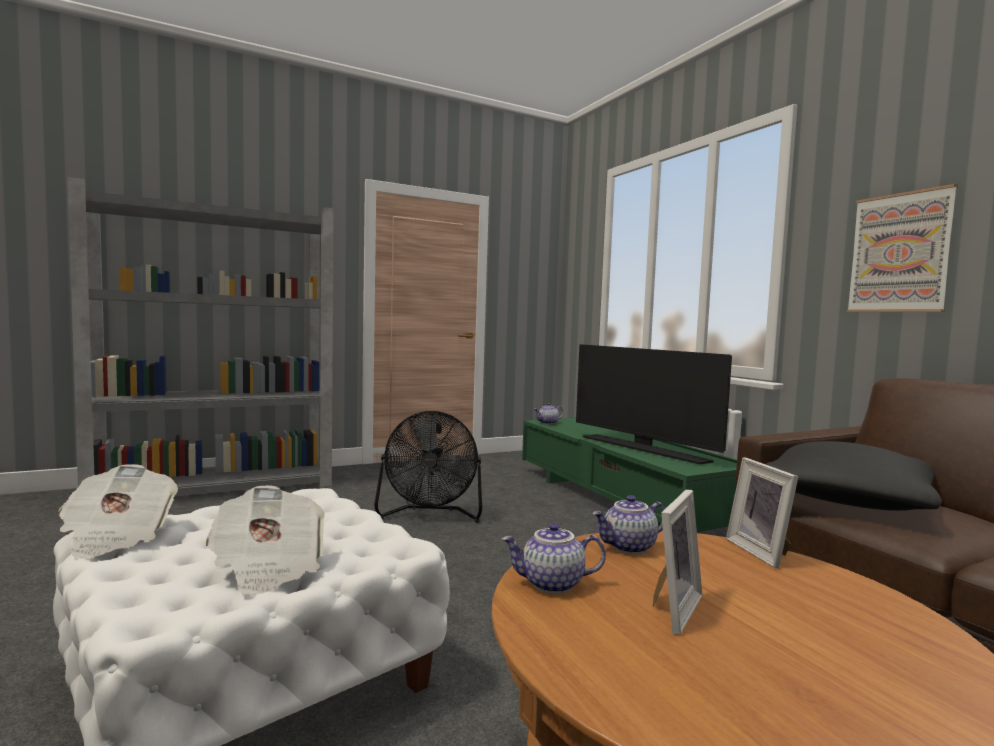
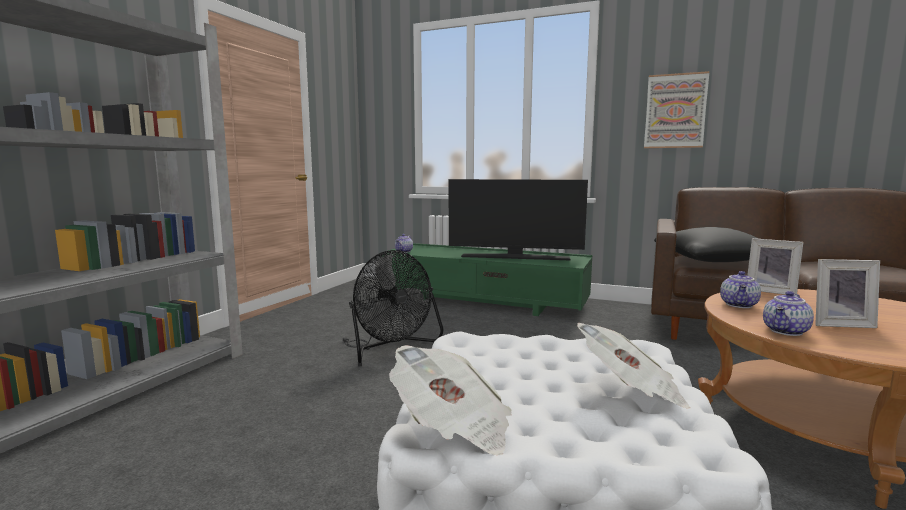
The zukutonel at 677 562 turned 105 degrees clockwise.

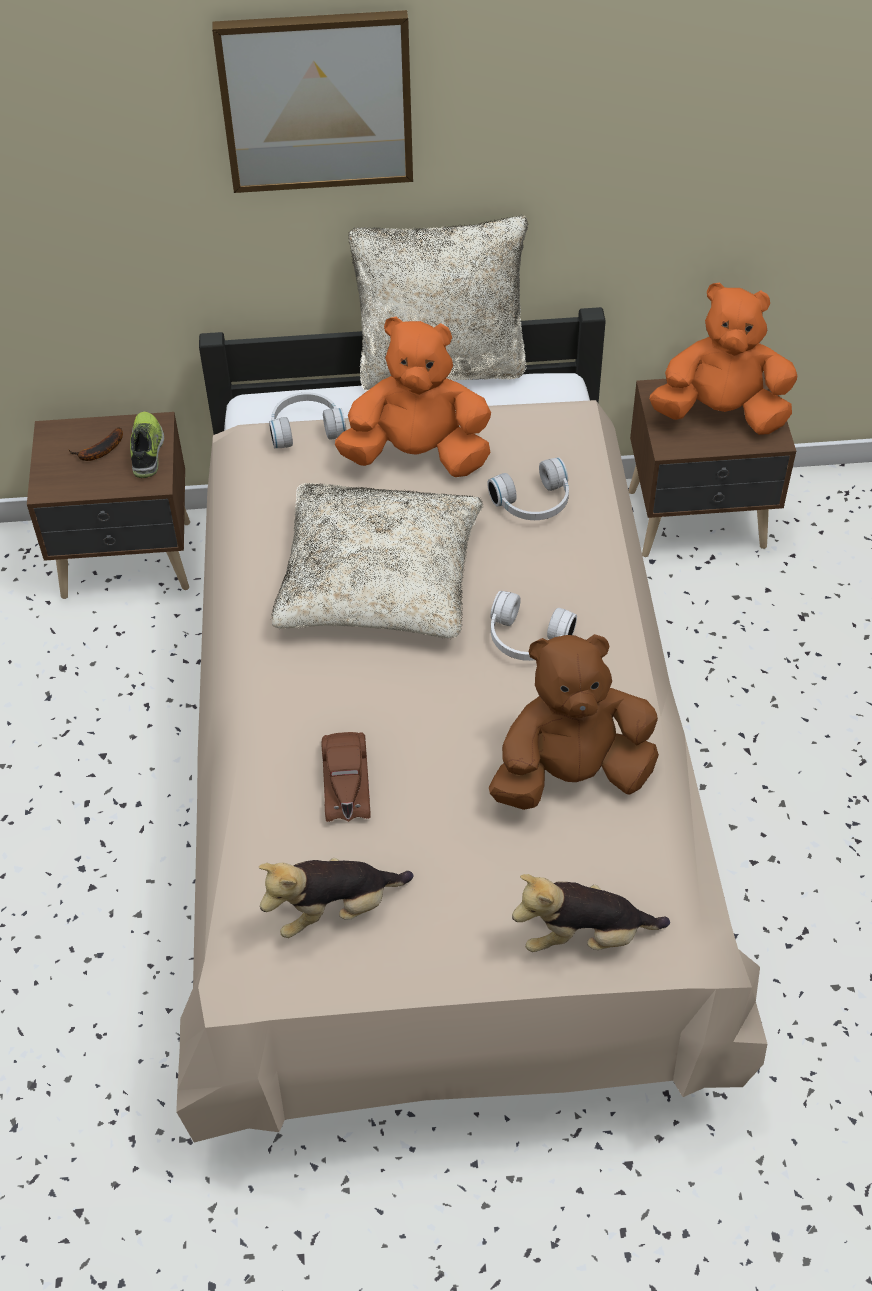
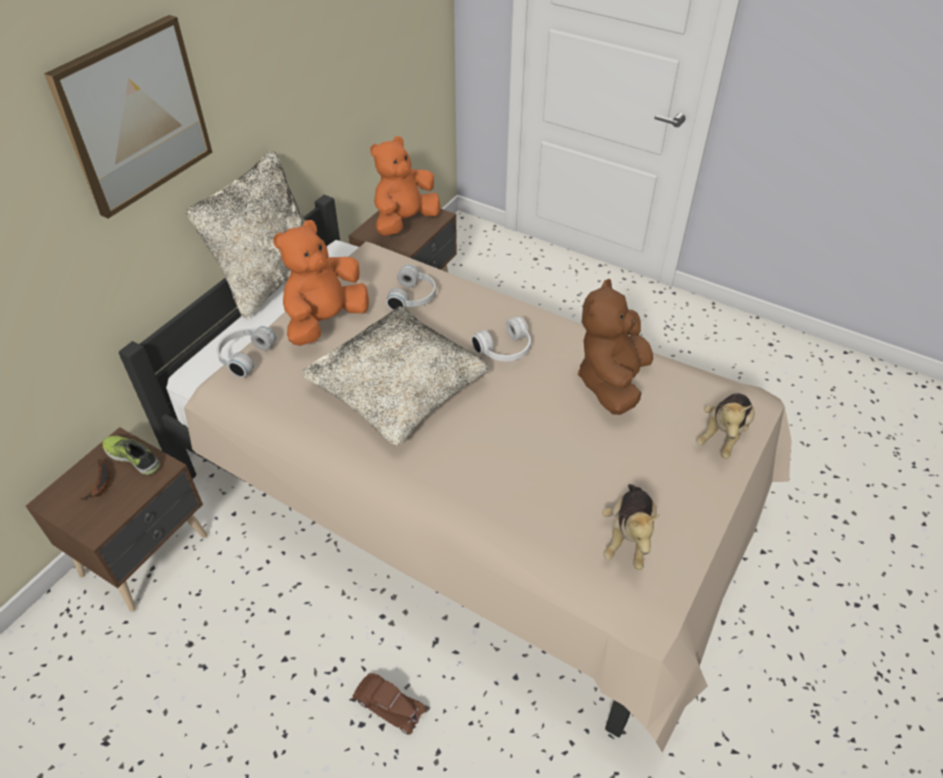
The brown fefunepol moved from 346 777 to 390 704.

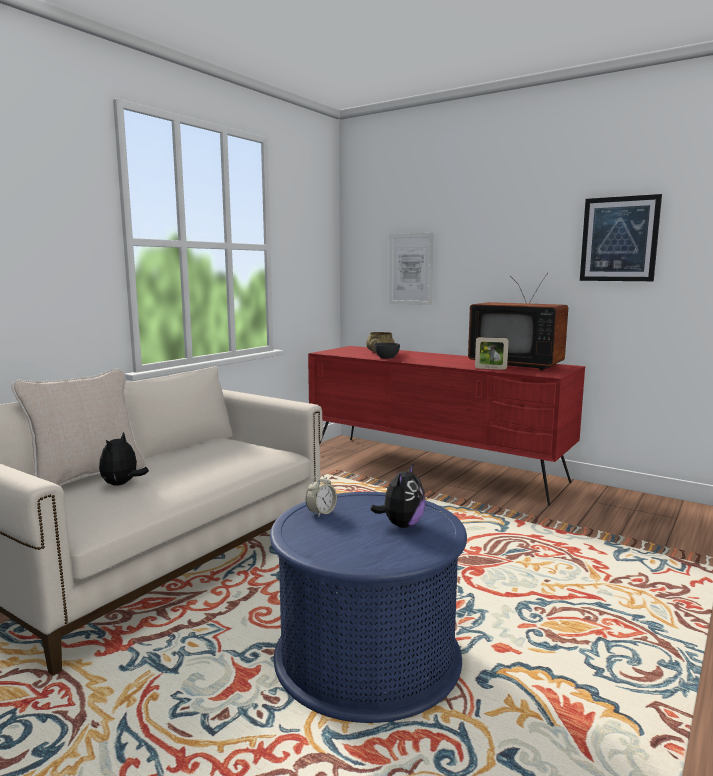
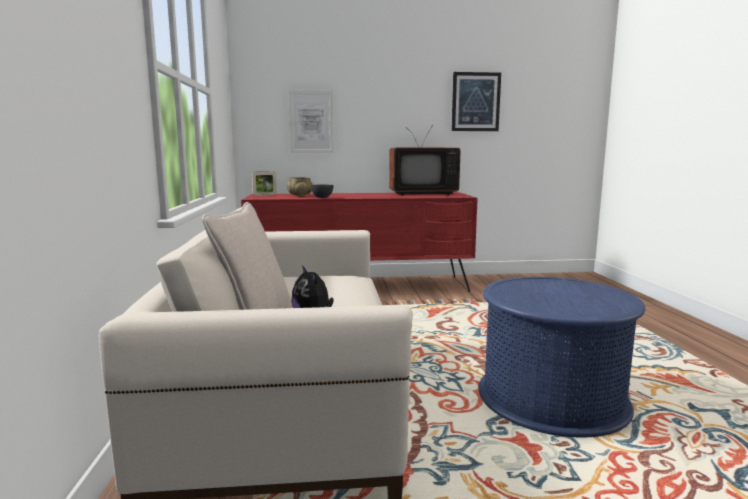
The zukutonel moved from 492 353 to 264 184. The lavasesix at 398 495 disappeared. The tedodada at 321 496 disappeared.

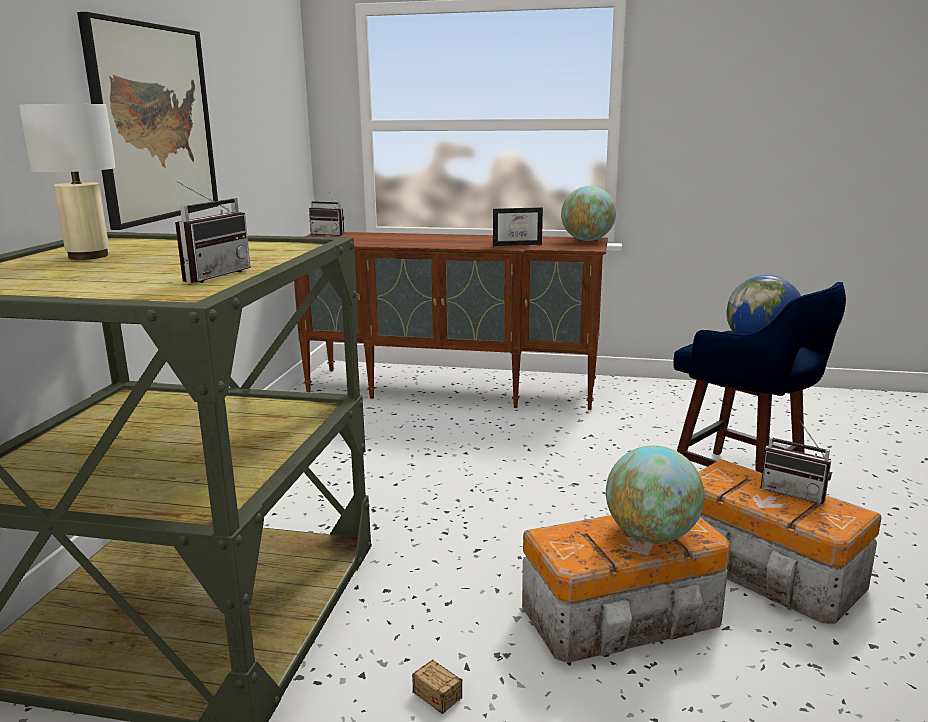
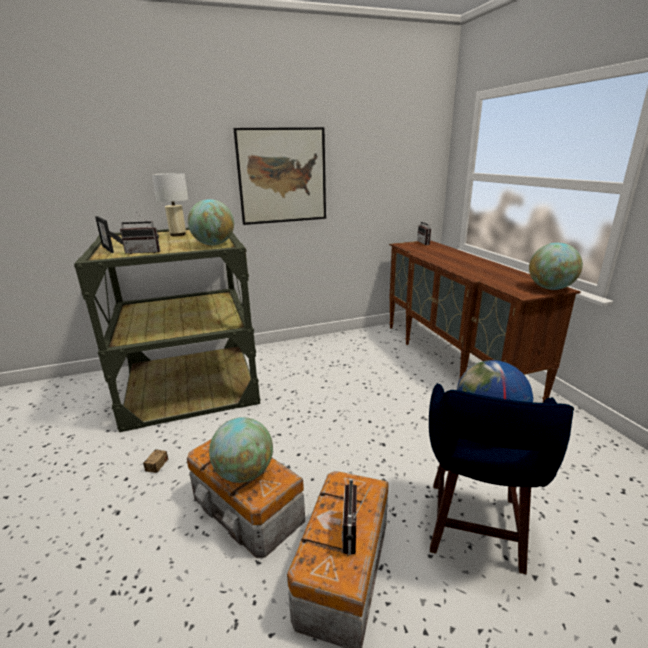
The zukutonel moved from 518 226 to 109 234. The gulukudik at 211 222 appeared.

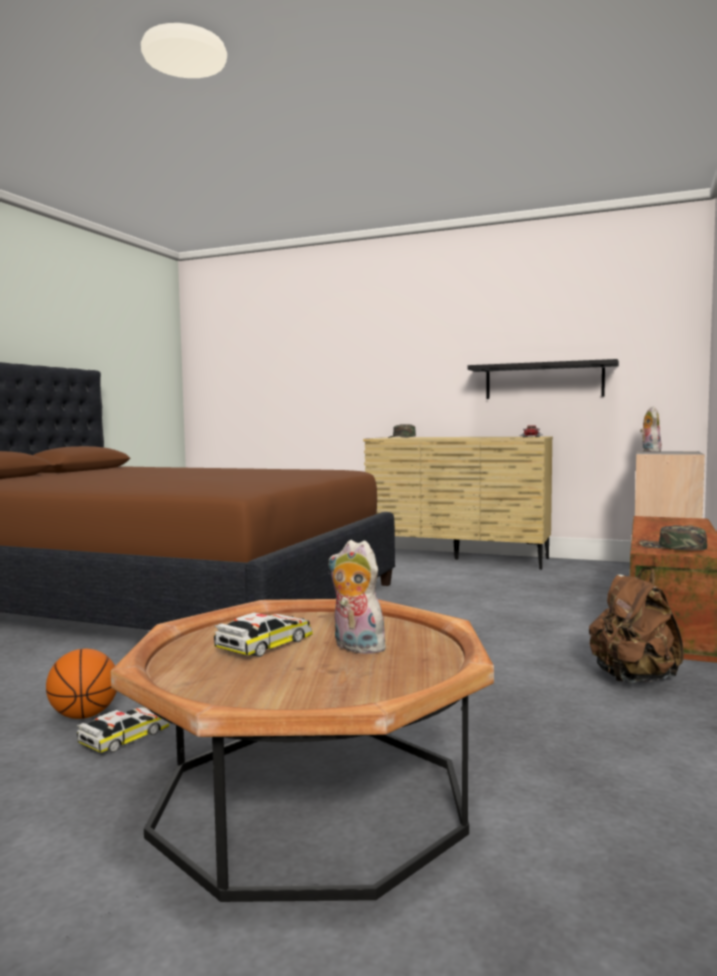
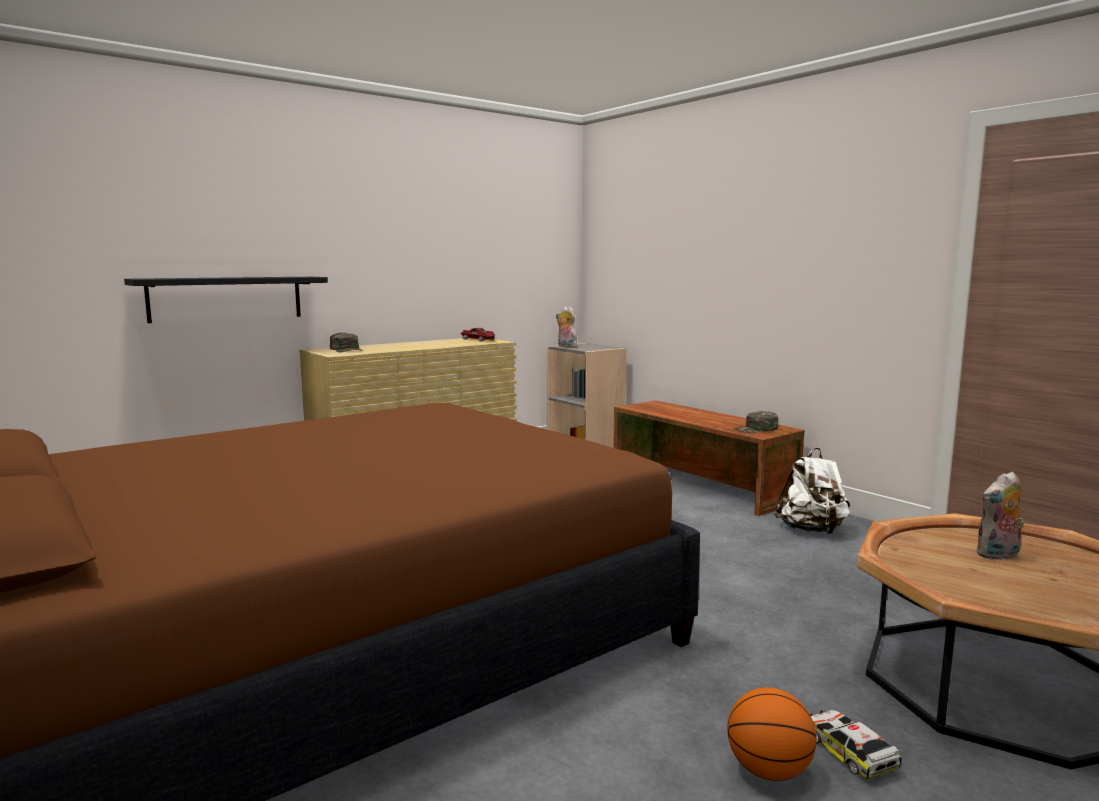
The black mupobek moved from 543 379 to 226 300. The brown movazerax at 636 625 became the white movazerax at 812 491. The fefunepol at 263 635 disappeared.

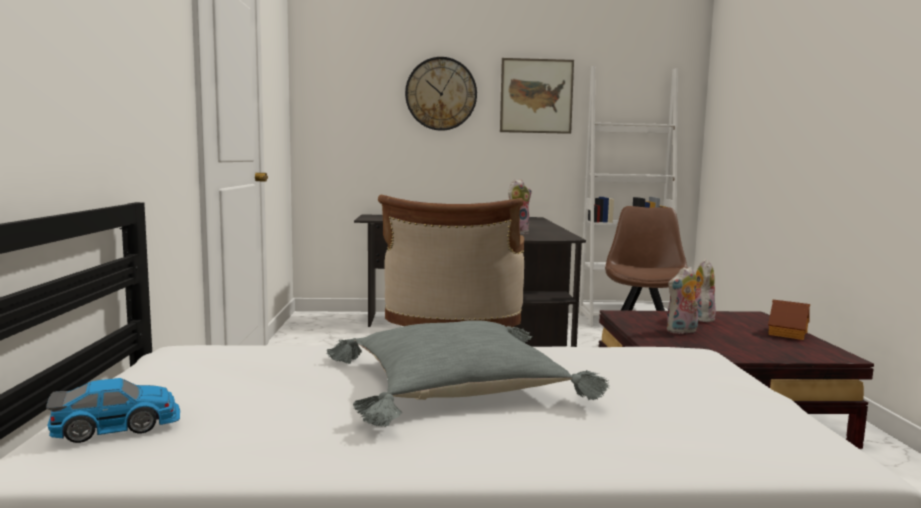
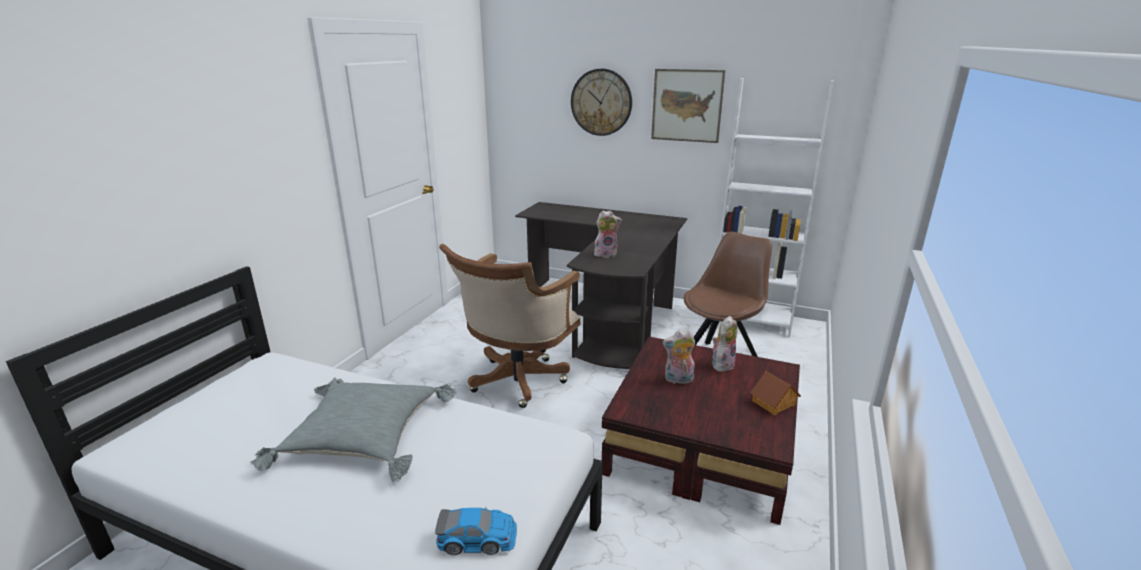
The fefunepol moved from 113 410 to 476 530.

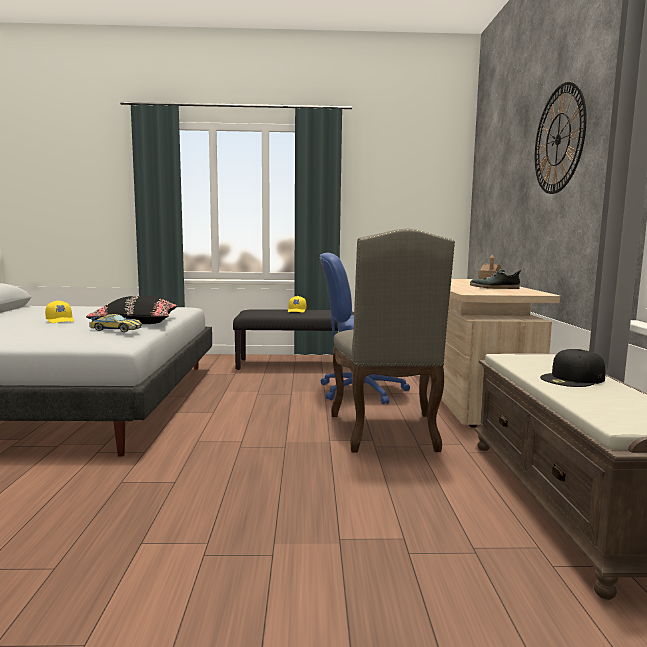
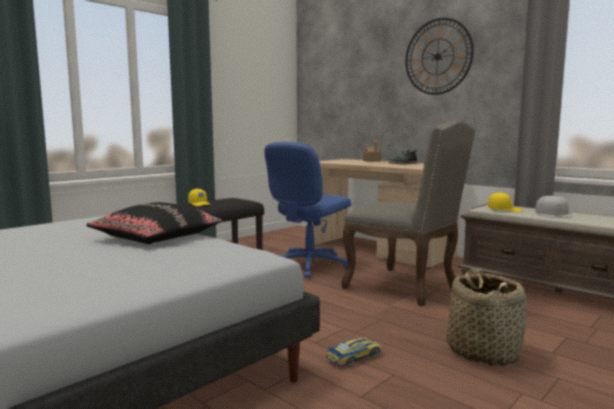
The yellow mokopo moved from 59 311 to 505 202. The fefunepol moved from 115 323 to 354 351. The black mokopo at 572 368 became the white mokopo at 553 206. The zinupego at 486 317 appeared.

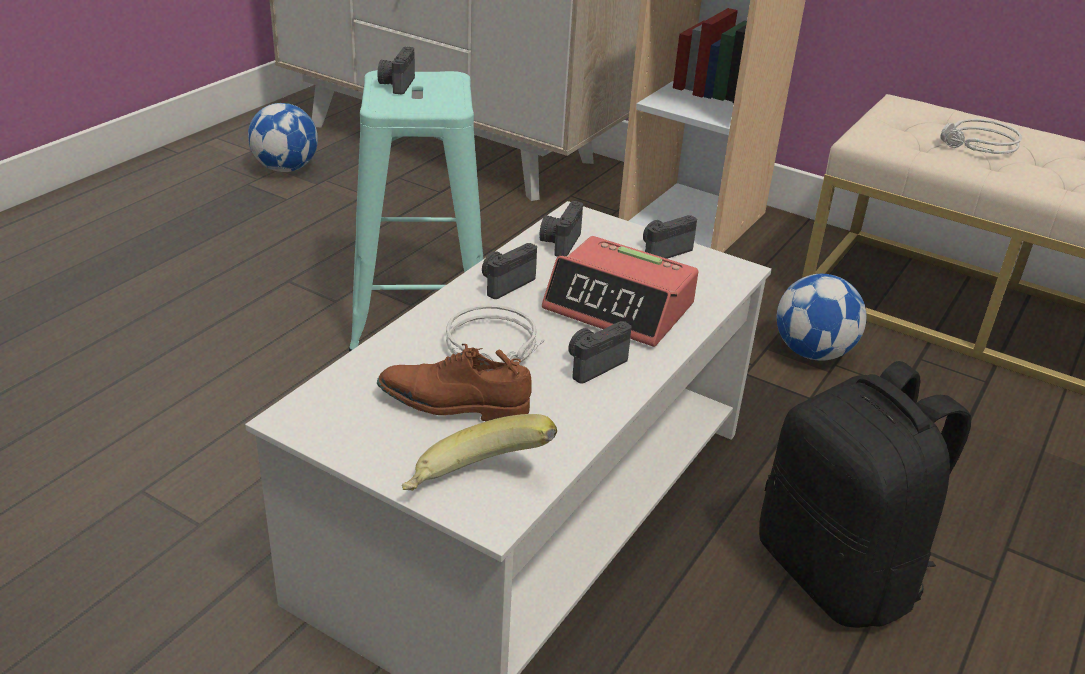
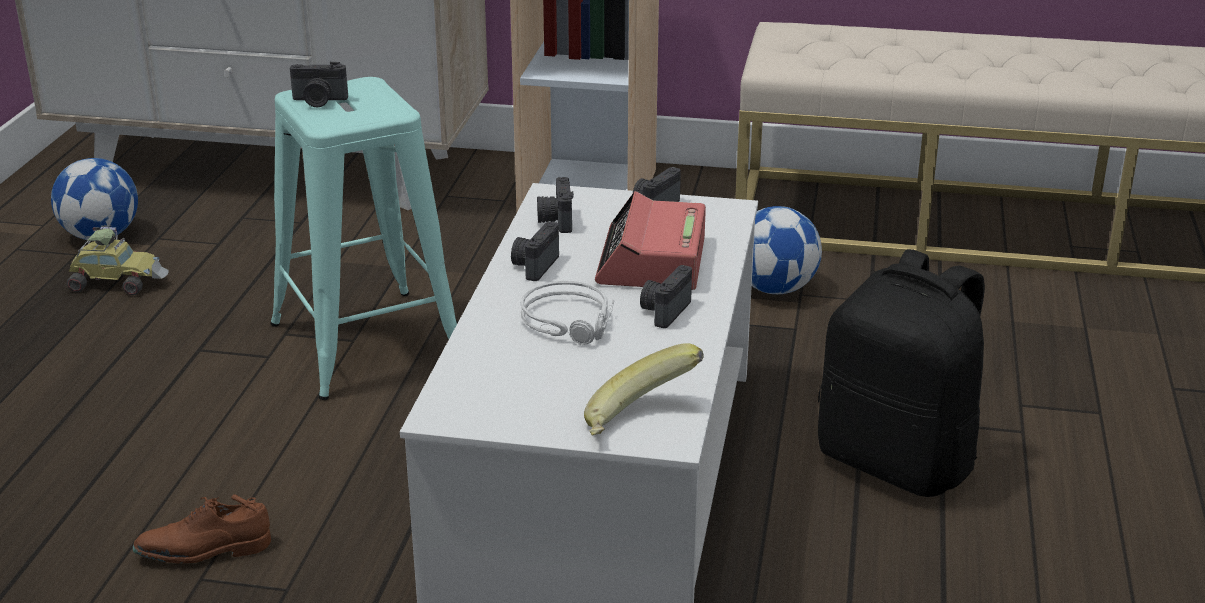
The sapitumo at 396 70 turned 75 degrees counterclockwise. The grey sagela at 981 136 disappeared. The tedodada at 620 291 turned 90 degrees clockwise. The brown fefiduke moved from 454 382 to 202 528. The fefunepol at 118 260 appeared.

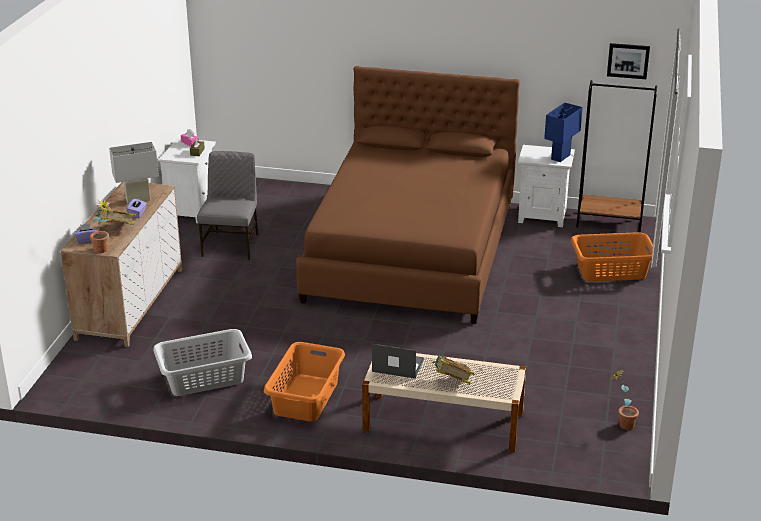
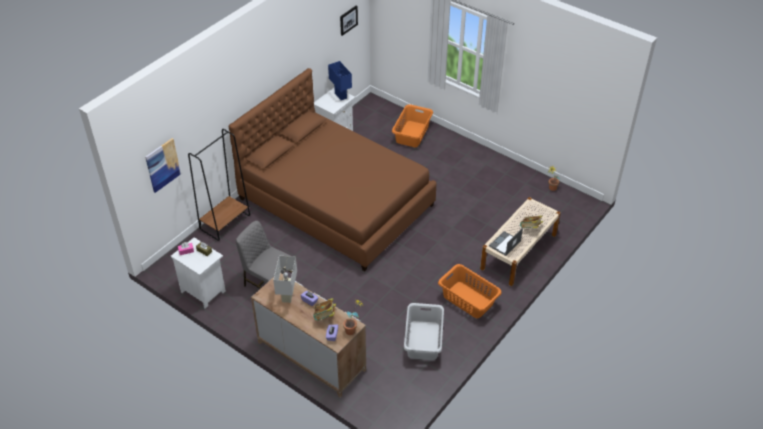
The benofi moved from 616 156 to 219 185. The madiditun at 163 165 appeared.

